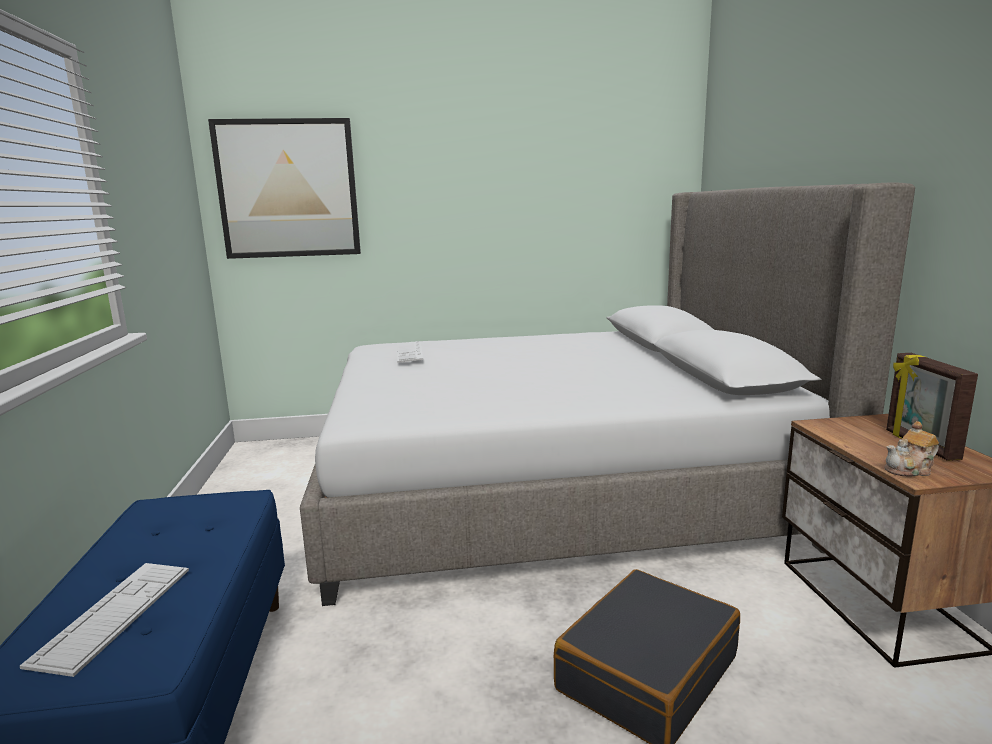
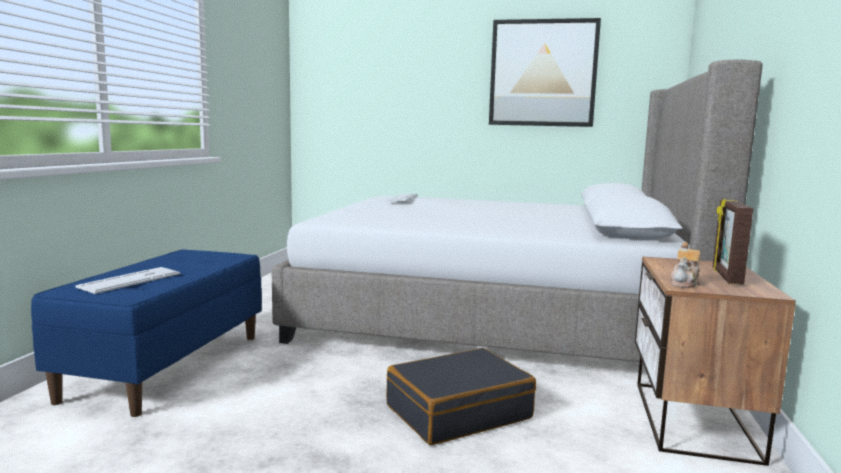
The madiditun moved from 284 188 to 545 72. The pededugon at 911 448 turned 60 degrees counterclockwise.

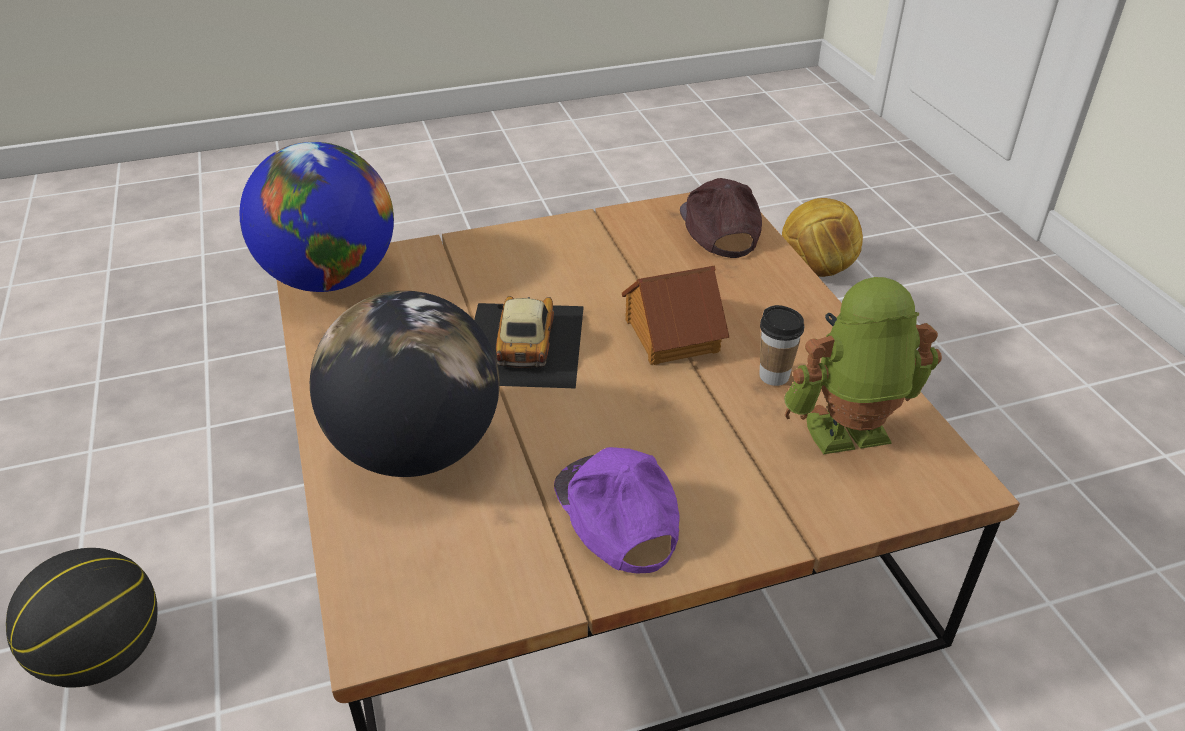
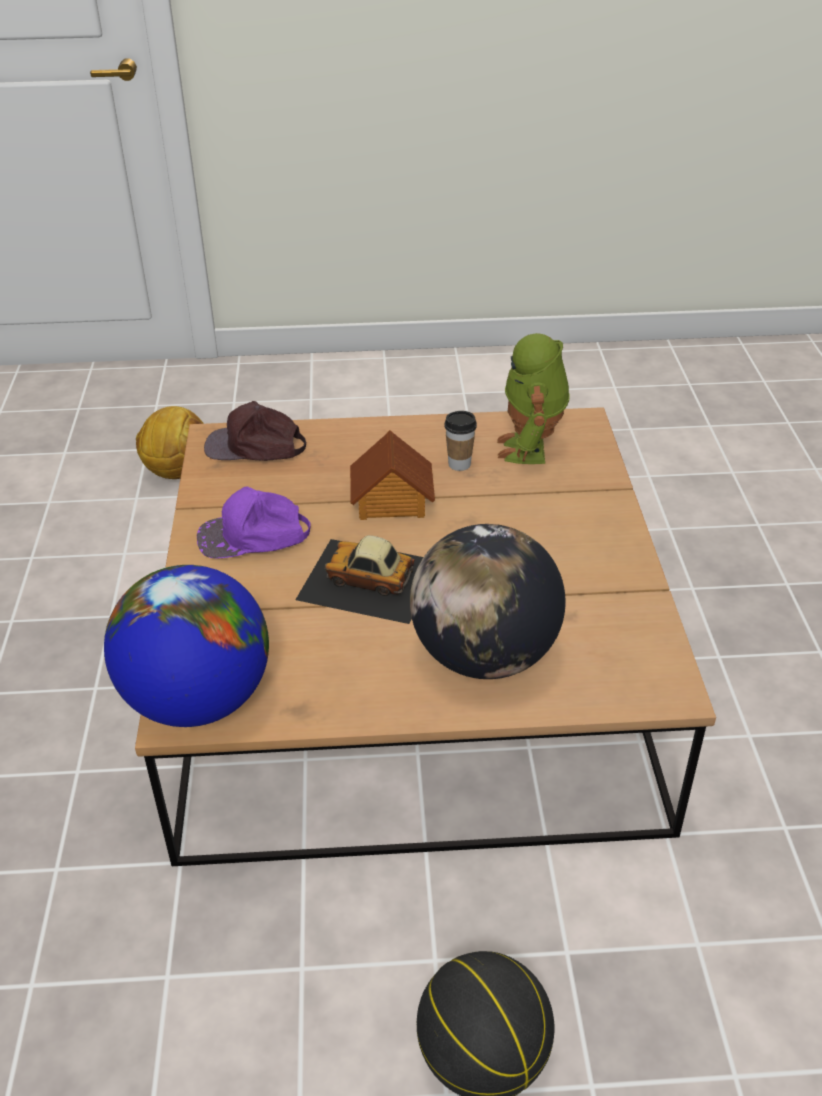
The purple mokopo moved from 617 510 to 254 522.

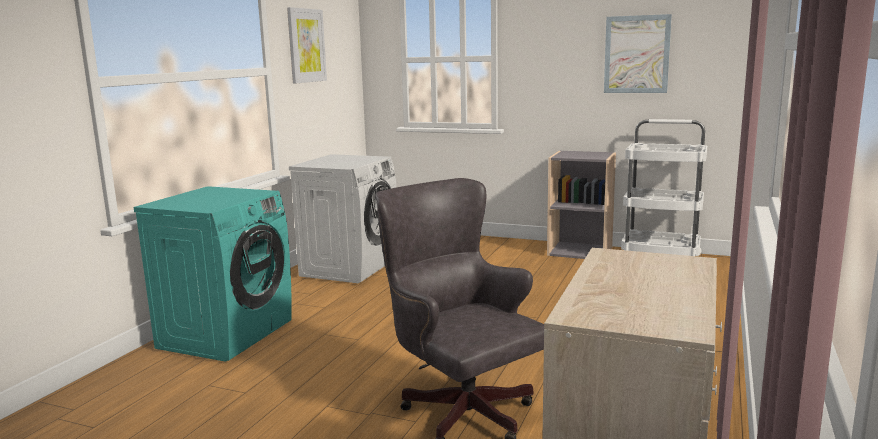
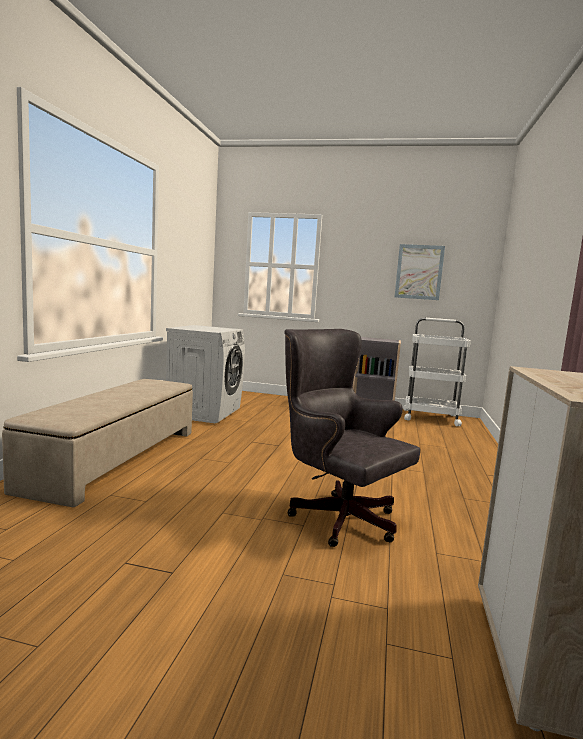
The madiditun at 307 45 disappeared. The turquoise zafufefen at 213 274 was replaced by the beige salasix at 97 443.

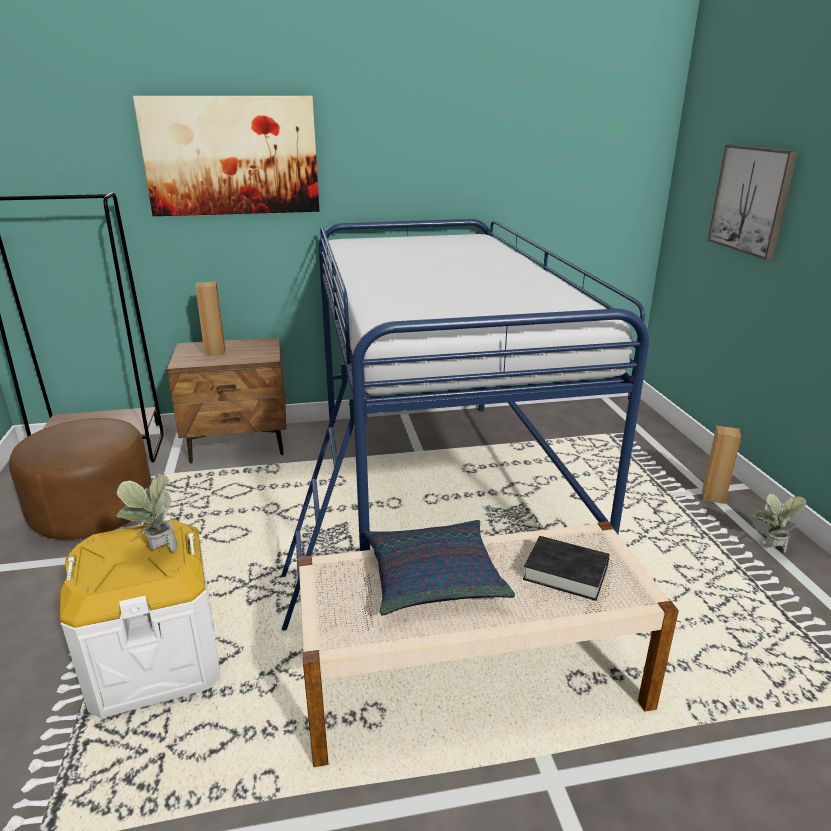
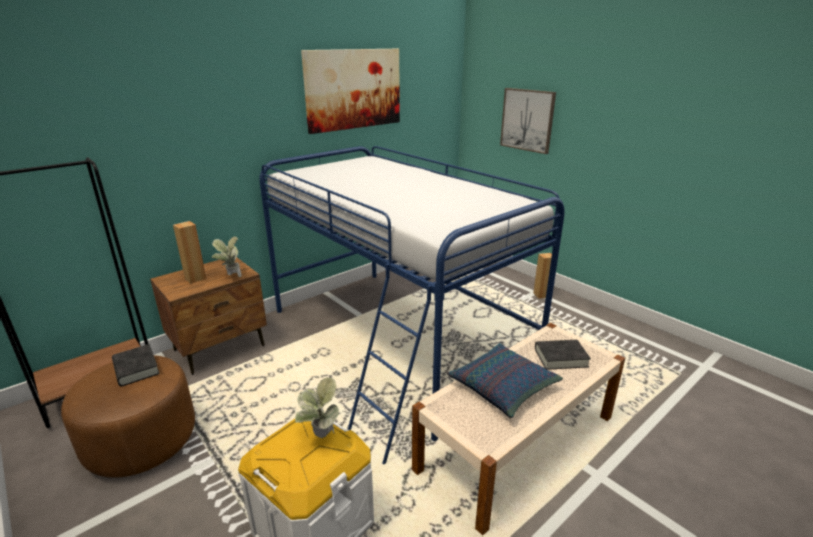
The madiditun moved from 226 156 to 350 91. The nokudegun moved from 780 523 to 227 256. The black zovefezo at 136 365 appeared.

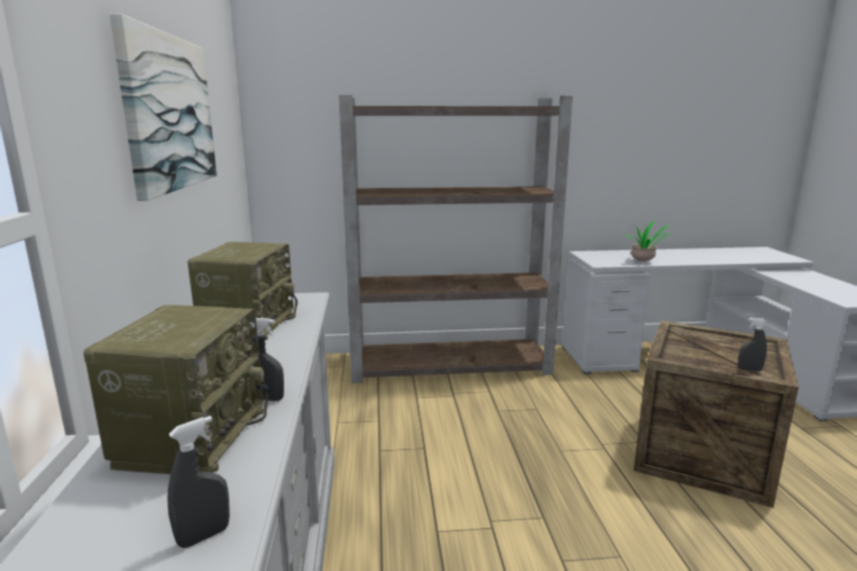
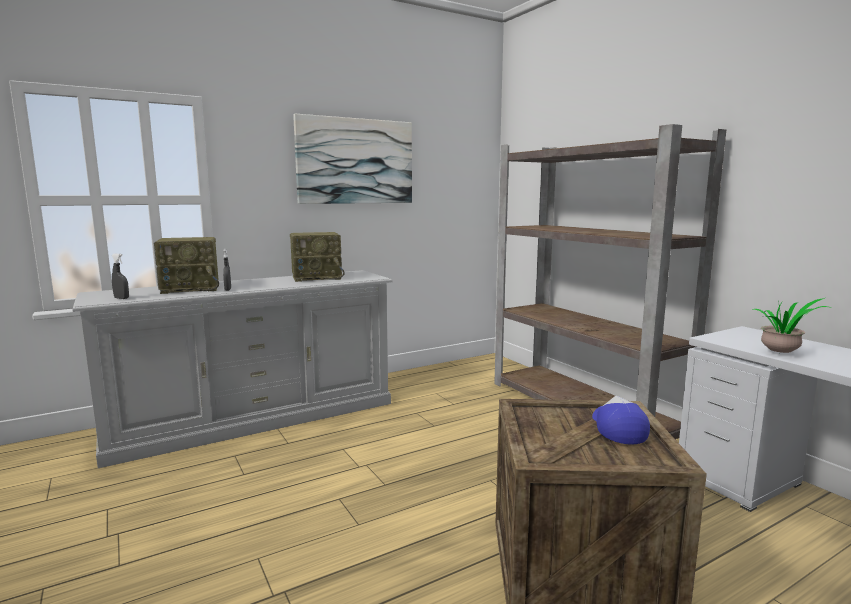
The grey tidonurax at 752 344 disappeared. The mokopo at 621 420 appeared.

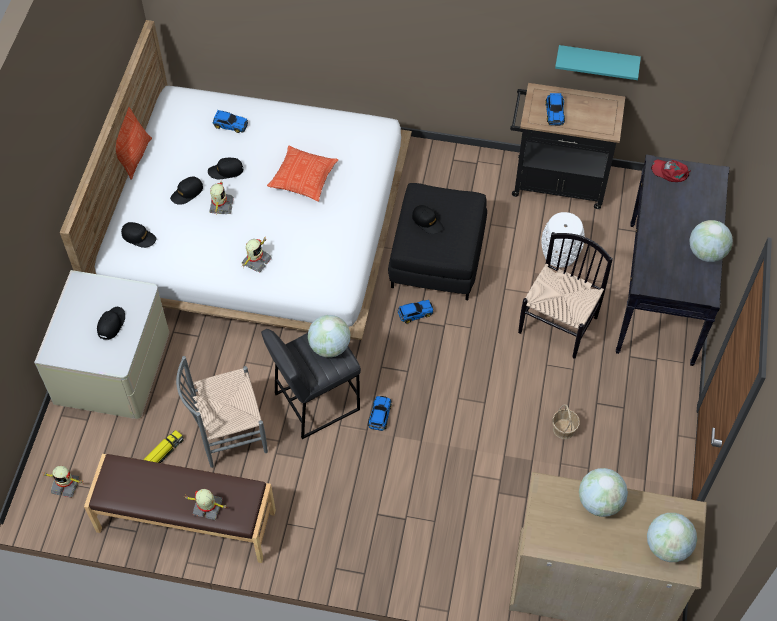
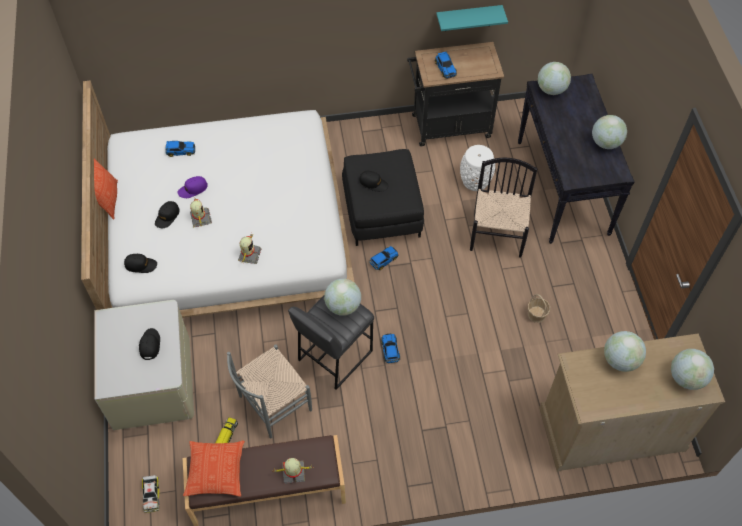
The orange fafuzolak moved from 302 174 to 214 468. The black mokopo at 226 168 became the purple mokopo at 192 187. The red mokopo at 671 171 was replaced by the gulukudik at 554 78. The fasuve at 63 482 was replaced by the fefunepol at 150 494.

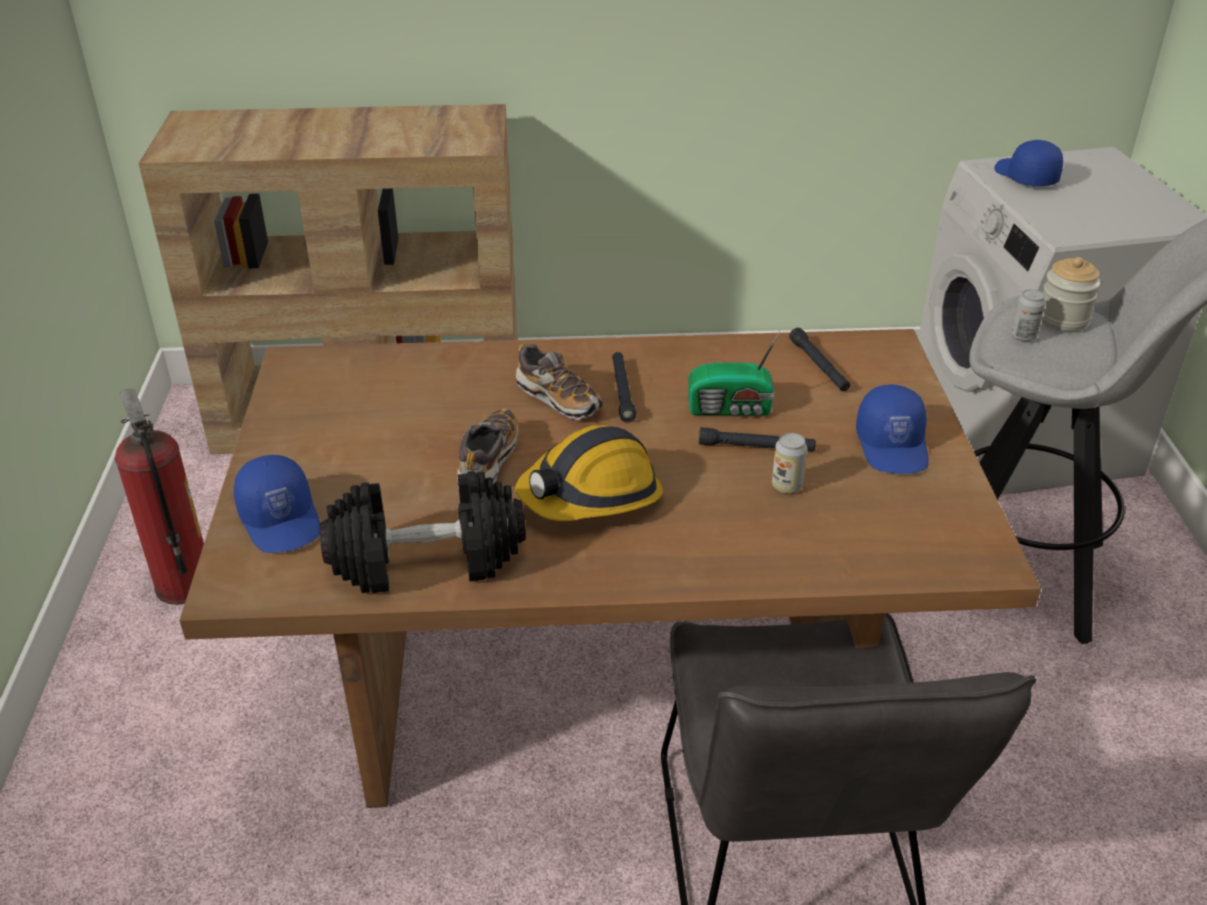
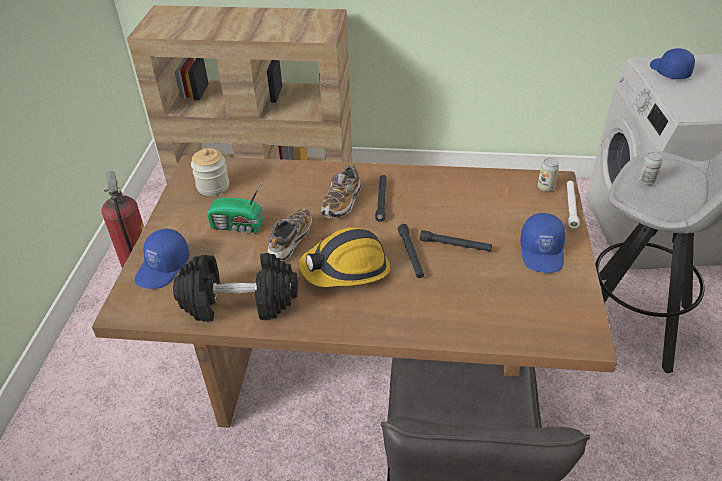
The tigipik moved from 1071 294 to 210 172. The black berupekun moved from 819 359 to 411 251. The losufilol moved from 734 372 to 235 207. The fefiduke at 559 381 turned 60 degrees clockwise. The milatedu moved from 789 463 to 548 174. The blue mokopo at 277 504 turned 45 degrees clockwise. The white berupekun at 573 205 appeared.

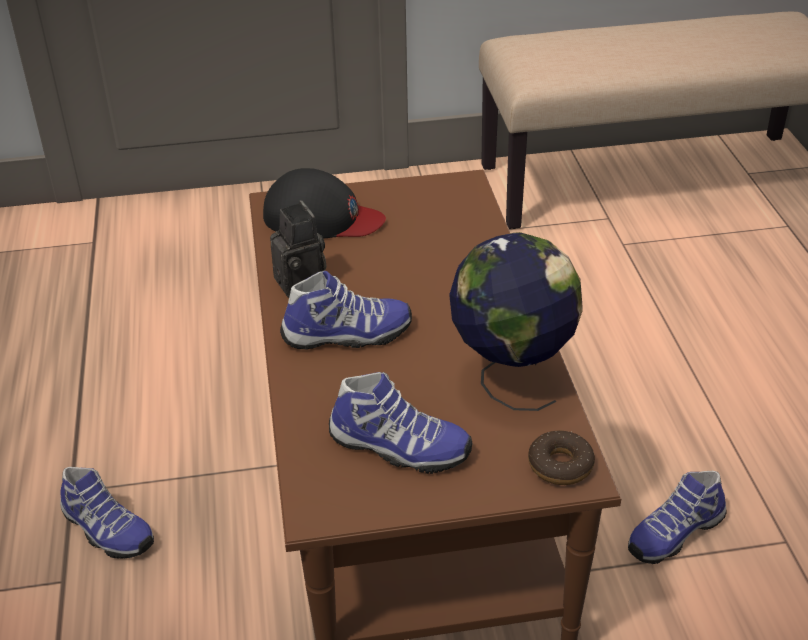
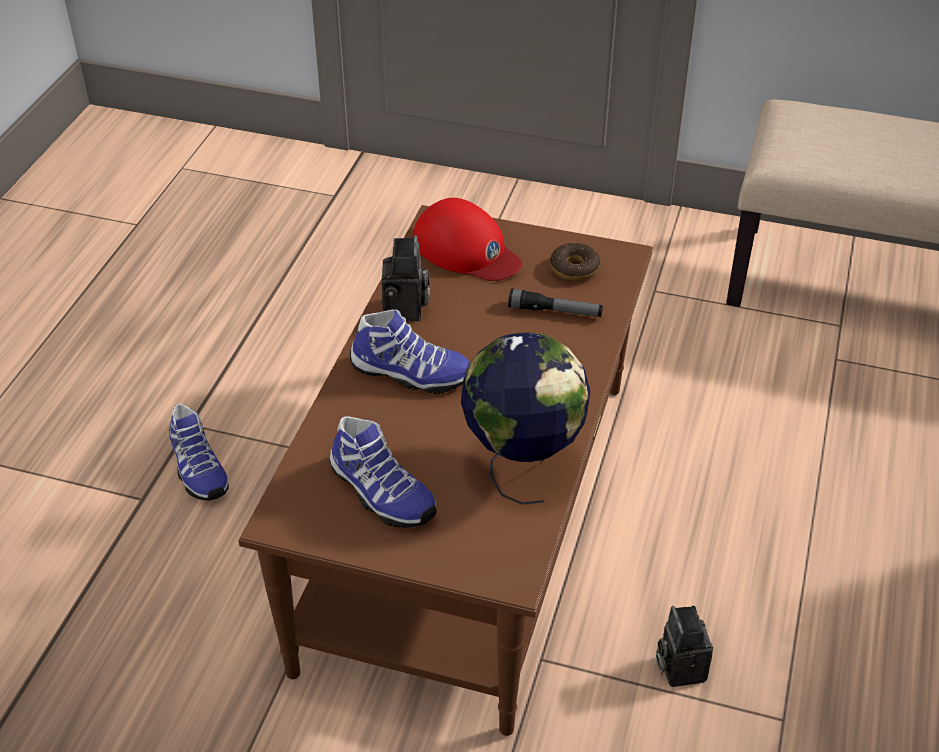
The black mokopo at 324 203 became the red mokopo at 468 239. The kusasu moved from 561 458 to 575 262. The fefiduke at 677 517 was replaced by the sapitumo at 684 646. The berupekun at 555 302 appeared.

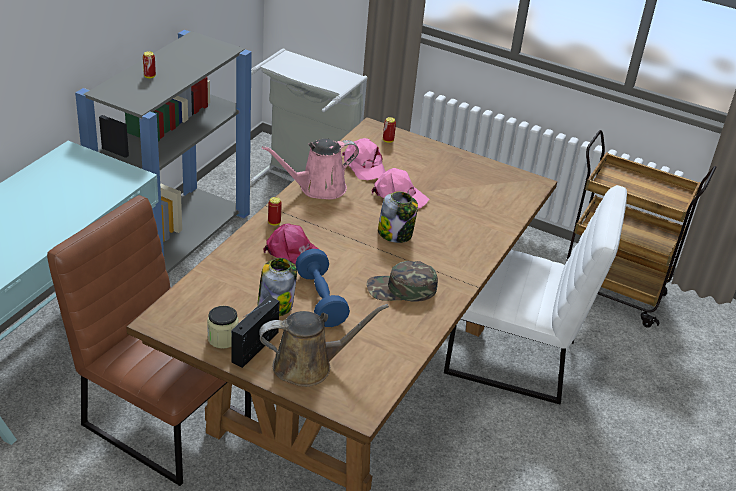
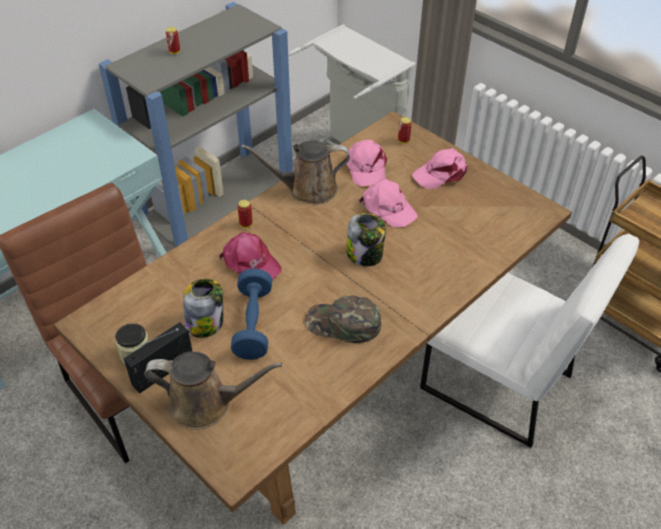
The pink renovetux at 310 169 became the brown renovetux at 295 172. The pink mokopo at 440 168 appeared.

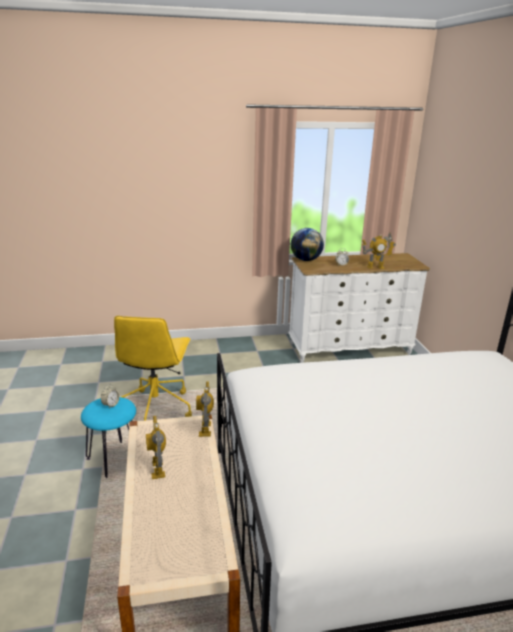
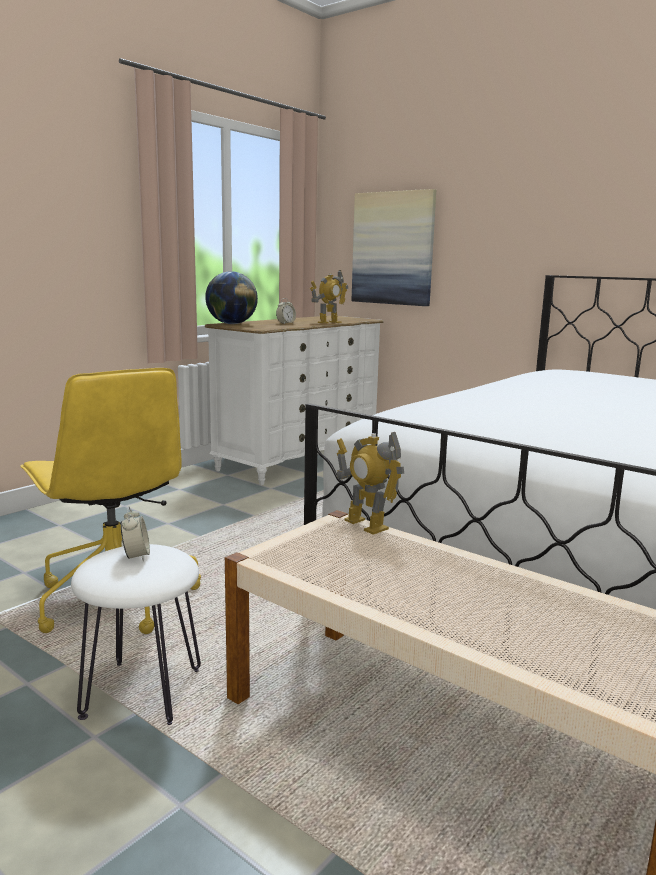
The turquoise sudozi at 108 437 became the white sudozi at 136 634. The fasuve at 156 447 disappeared. The madiditun at 394 247 appeared.

